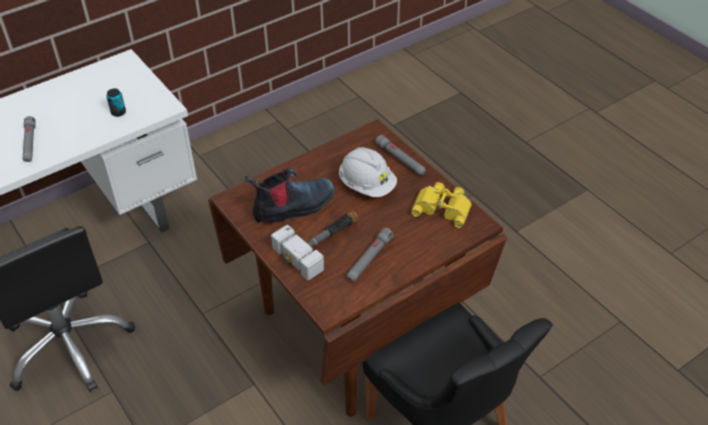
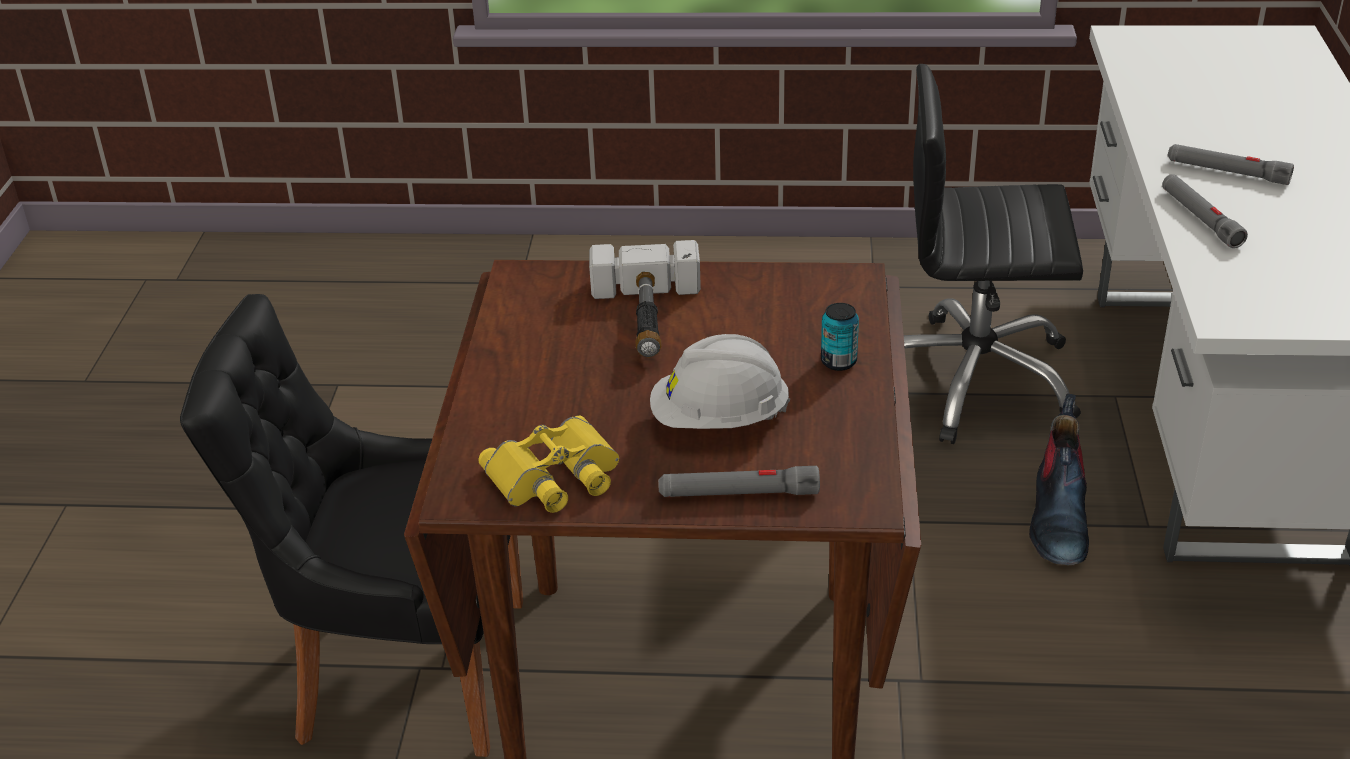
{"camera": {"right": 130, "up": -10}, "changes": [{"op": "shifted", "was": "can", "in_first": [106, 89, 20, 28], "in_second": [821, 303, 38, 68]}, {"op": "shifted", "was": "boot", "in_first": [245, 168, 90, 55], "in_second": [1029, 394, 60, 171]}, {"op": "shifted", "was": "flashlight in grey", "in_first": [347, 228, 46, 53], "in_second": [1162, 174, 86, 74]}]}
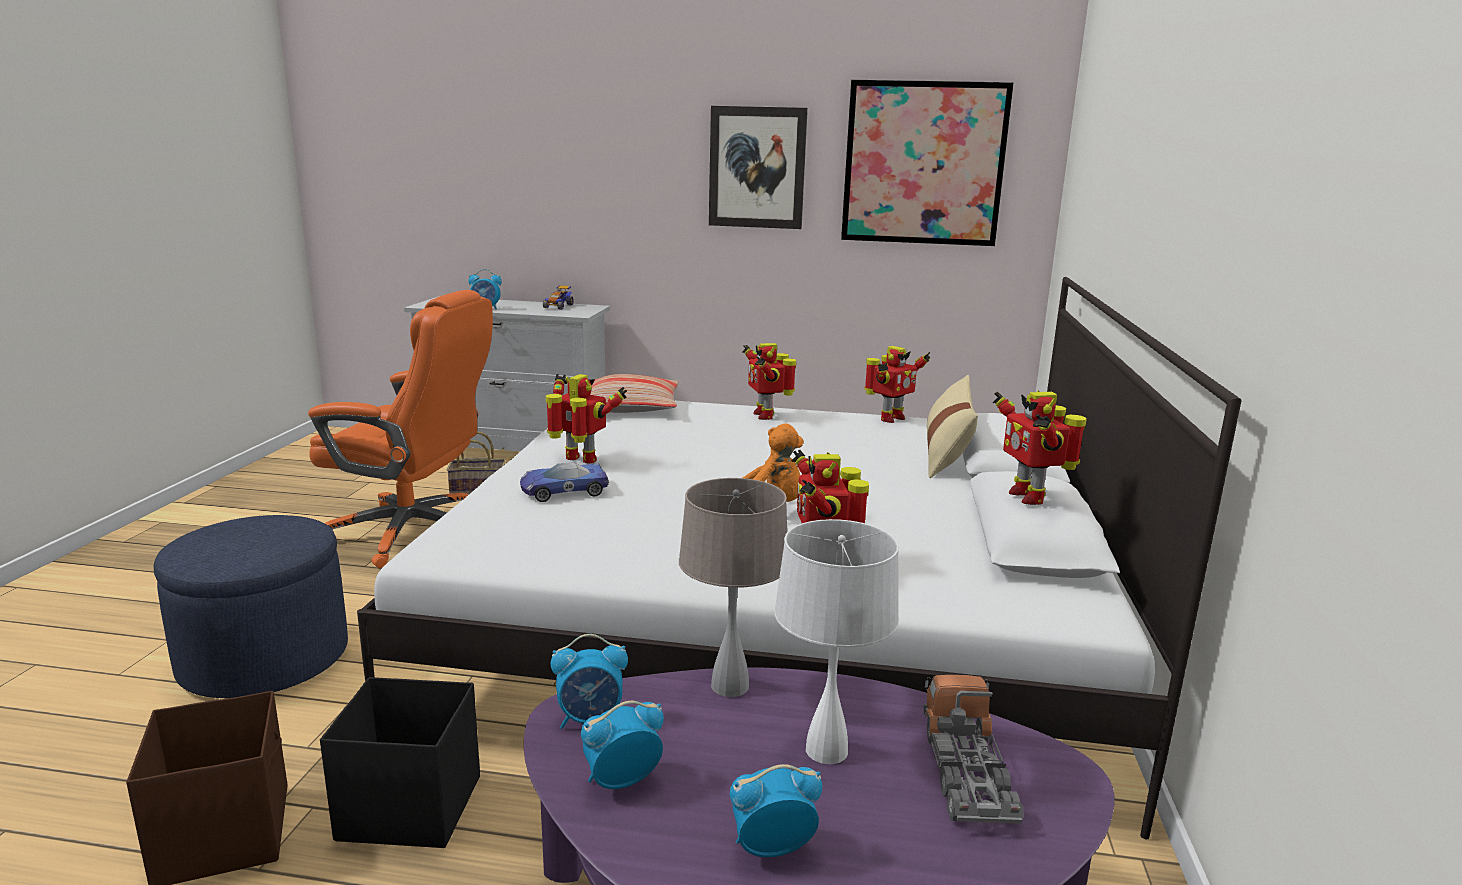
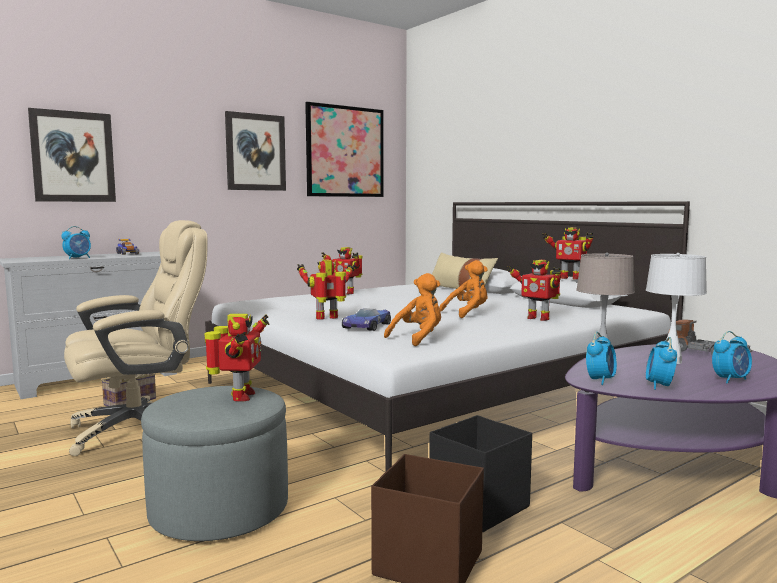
{"camera": {"right": -45, "up": -10}, "changes": [{"op": "repainted", "was": "office chair in orange", "now": "office chair in beige", "in_first": [308, 290, 185, 278], "in_second": [64, 220, 144, 236]}, {"op": "shifted", "was": "toy robot", "in_first": [864, 346, 66, 77], "in_second": [204, 313, 66, 89]}, {"op": "gone", "was": "pillow", "in_first": [590, 374, 89, 39]}, {"op": "repainted", "was": "ottoman in blue", "now": "ottoman in grey", "in_first": [154, 515, 194, 183], "in_second": [141, 386, 147, 155]}, {"op": "rotated", "was": "alarm clock", "in_first": [730, 764, 92, 93], "in_second": [712, 331, 40, 53], "clockwise": -150}, {"op": "new", "now": "picture", "in_second": [28, 108, 88, 94]}, {"op": "new", "now": "plush toy in orange", "in_second": [384, 273, 57, 73]}]}
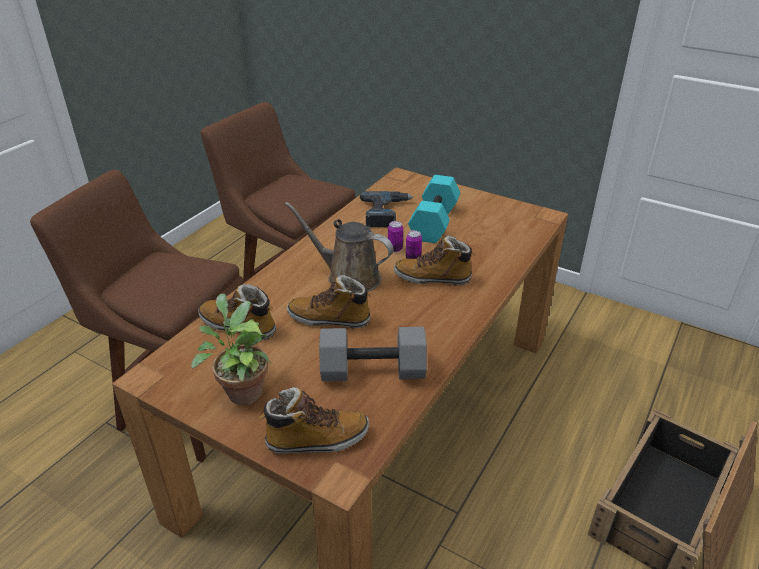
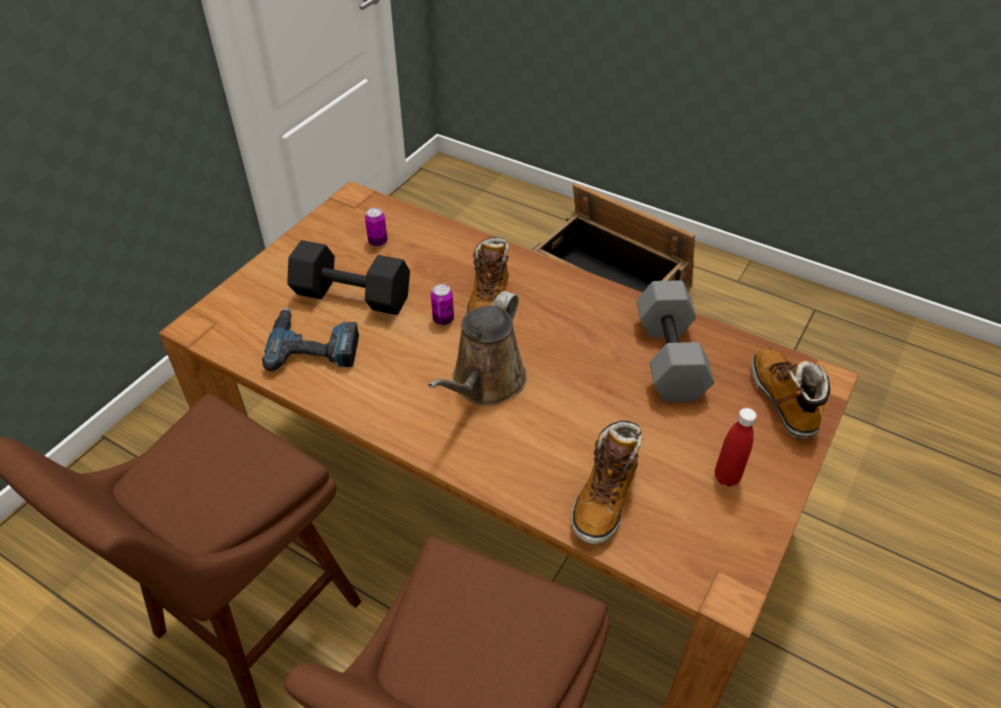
{"camera": {"right": -90, "up": 10}, "changes": [{"op": "repainted", "was": "dumbbell in turquoise", "now": "dumbbell in black", "in_first": [408, 175, 52, 68], "in_second": [287, 240, 123, 75]}, {"op": "shifted", "was": "can", "in_first": [388, 221, 15, 31], "in_second": [365, 208, 23, 39]}, {"op": "gone", "was": "boot", "in_first": [287, 275, 84, 53]}, {"op": "swapped", "was": "potted plant", "now": "bottle in red", "in_first": [191, 293, 80, 112], "in_second": [715, 408, 42, 79]}]}
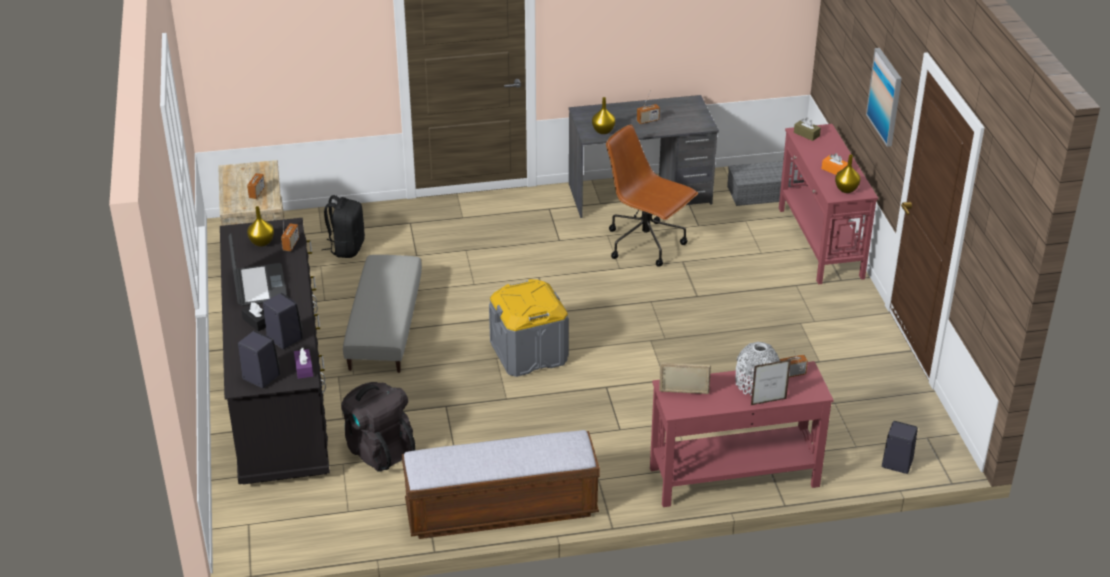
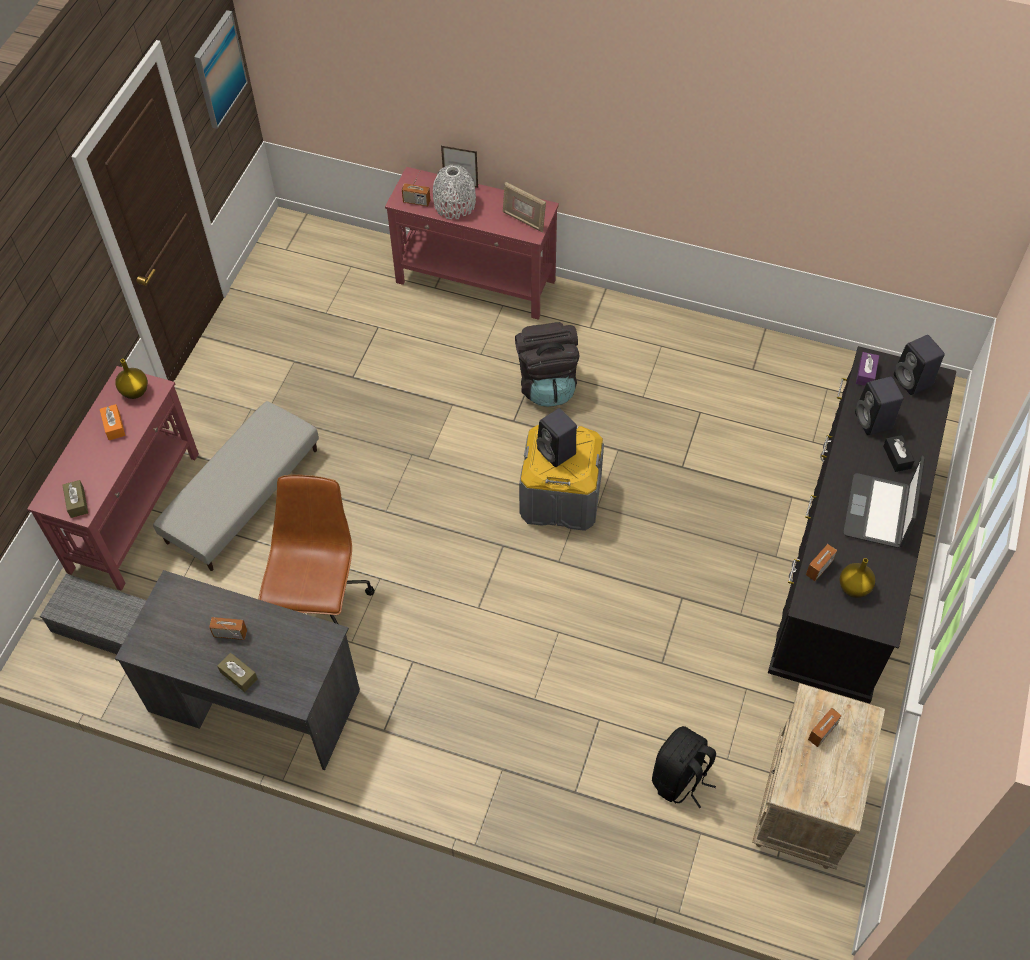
{"camera": {"right": -150, "up": 20}, "changes": [{"op": "shifted", "was": "picture", "in_first": [866, 48, 36, 99], "in_second": [194, 10, 54, 119]}, {"op": "gone", "was": "vase in yellow", "in_first": [592, 97, 23, 37]}, {"op": "rotated", "was": "office chair in brown", "in_first": [606, 124, 92, 143], "in_second": [258, 475, 117, 149], "clockwise": -150}, {"op": "shifted", "was": "ottoman in grey", "in_first": [343, 255, 79, 118], "in_second": [153, 401, 166, 170]}, {"op": "shifted", "was": "backpack in black", "in_first": [341, 382, 75, 90], "in_second": [515, 322, 64, 85]}, {"op": "shifted", "was": "speaker in black", "in_first": [882, 421, 36, 53], "in_second": [537, 408, 40, 59]}, {"op": "gone", "was": "bench", "in_first": [402, 430, 198, 109]}, {"op": "new", "now": "tissue box in brown", "in_second": [217, 653, 41, 39]}]}
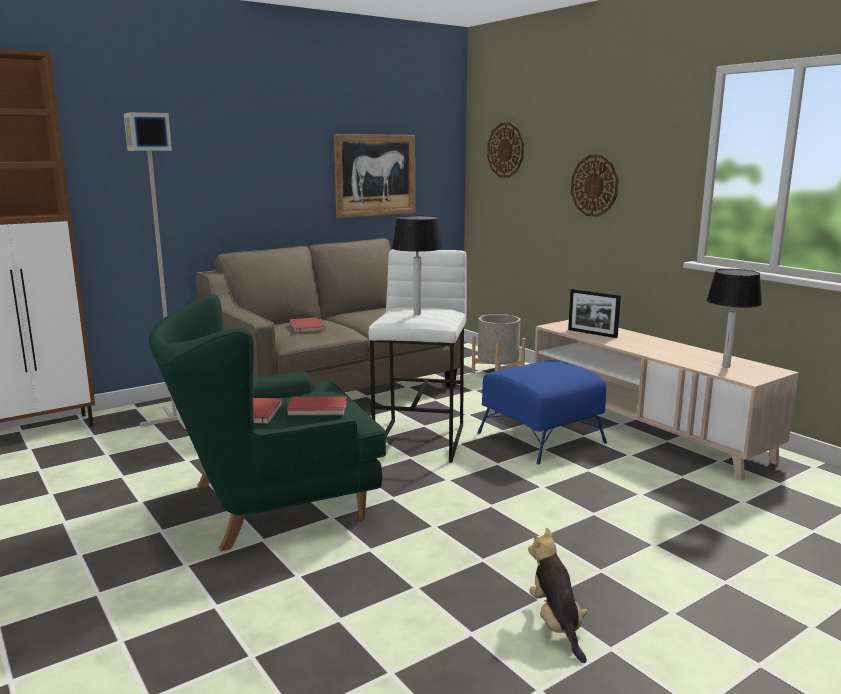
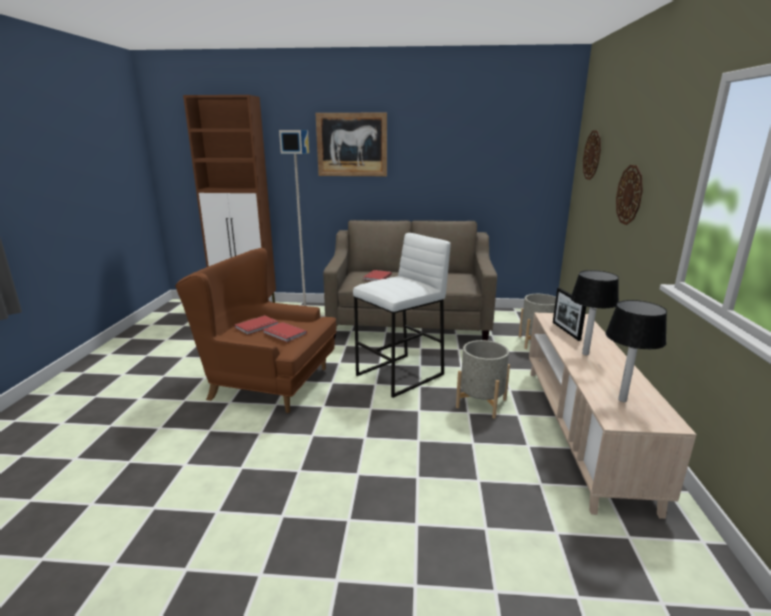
{"camera": {"right": 40, "up": 5}, "changes": [{"op": "shifted", "was": "picture", "in_first": [334, 134, 81, 84], "in_second": [316, 113, 71, 63]}, {"op": "shifted", "was": "table lamp", "in_first": [392, 216, 51, 99], "in_second": [570, 270, 49, 85]}, {"op": "repainted", "was": "armchair in green", "now": "armchair in brown", "in_first": [148, 294, 238, 257], "in_second": [175, 248, 162, 165]}, {"op": "swapped", "was": "ottoman in blue", "now": "planter in grey", "in_first": [477, 360, 130, 105], "in_second": [456, 340, 54, 79]}, {"op": "gone", "was": "plush toy", "in_first": [528, 528, 60, 135]}]}
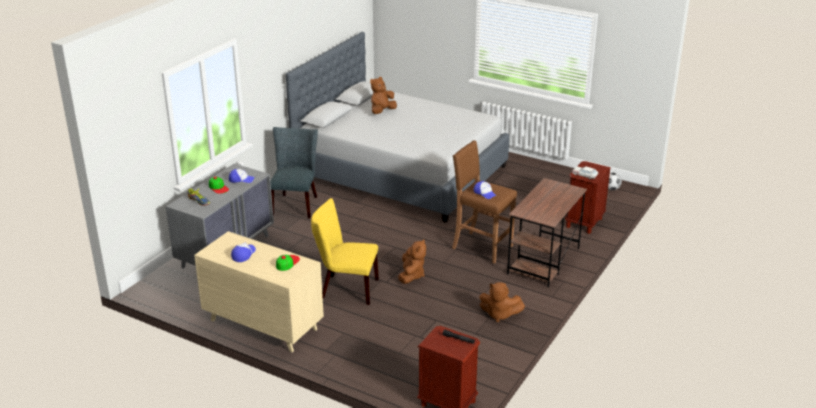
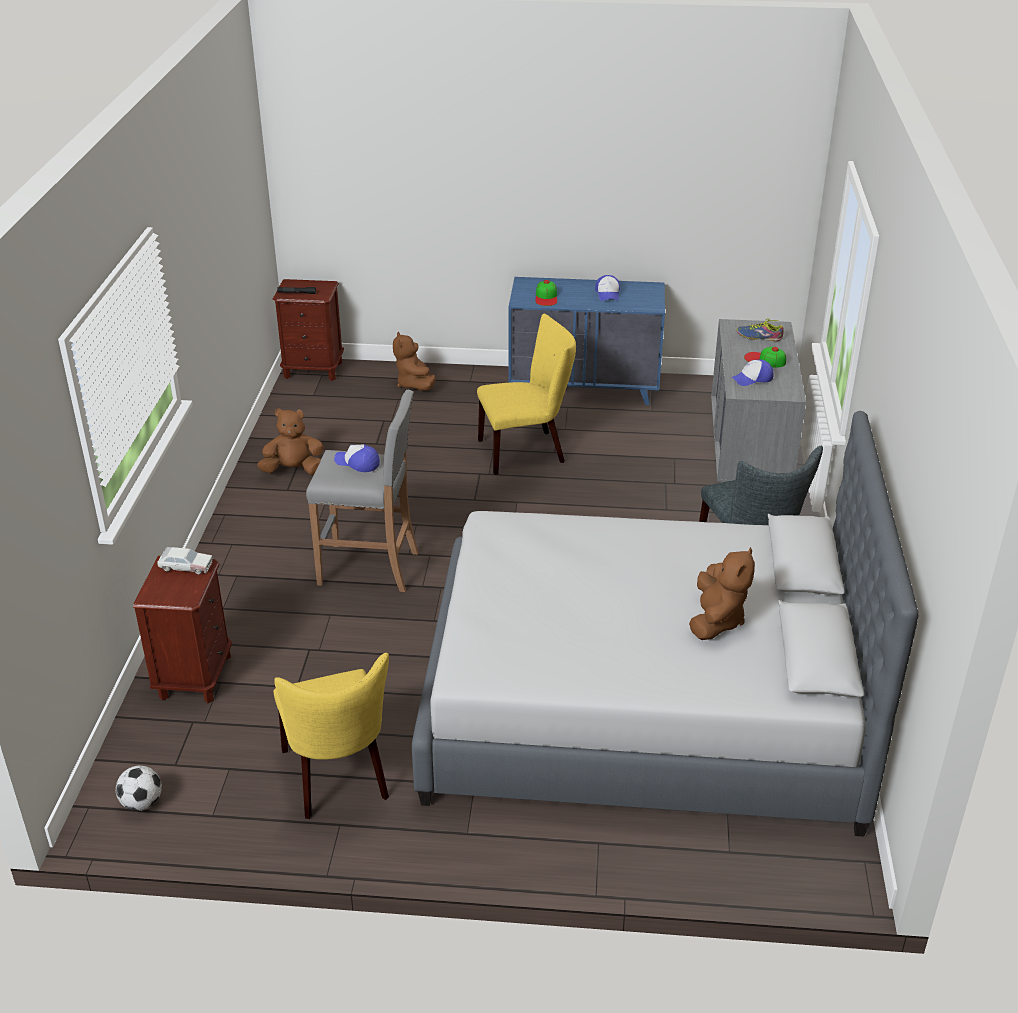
{"camera": {"right": 155, "up": 5}, "changes": [{"op": "repainted", "was": "stool in brown", "now": "stool in grey", "in_first": [452, 140, 65, 124], "in_second": [306, 390, 112, 202]}, {"op": "gone", "was": "desk in brown", "in_first": [507, 178, 80, 109]}, {"op": "repainted", "was": "dresser in beige", "now": "dresser in blue", "in_first": [194, 231, 130, 122], "in_second": [508, 277, 157, 128]}, {"op": "shifted", "was": "plush toy in brown", "in_first": [398, 239, 28, 45], "in_second": [393, 331, 43, 60]}, {"op": "new", "now": "chair in yellow", "in_second": [273, 653, 116, 166]}]}
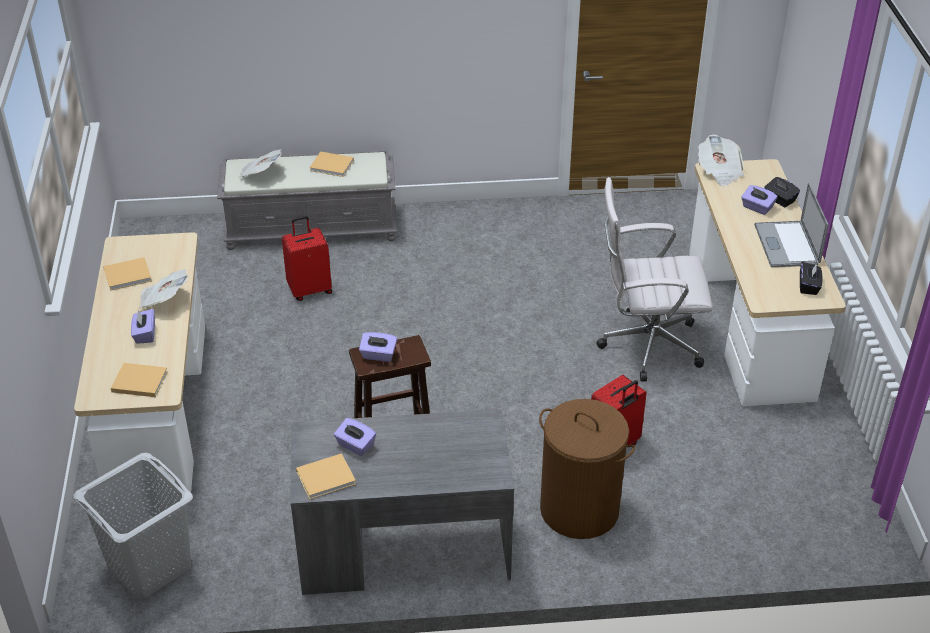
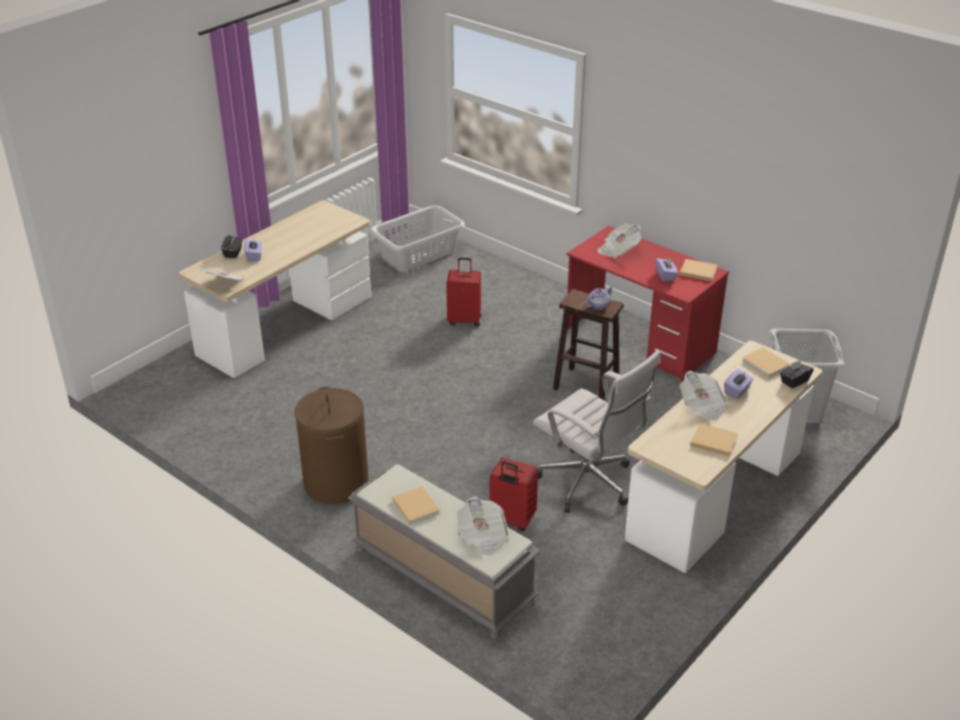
{"camera": {"right": -135, "up": -5}, "changes": [{"op": "shifted", "was": "office chair in white", "in_first": [597, 177, 116, 205], "in_second": [533, 350, 127, 163]}, {"op": "gone", "was": "laptop", "in_first": [754, 183, 75, 84]}, {"op": "shifted", "was": "tissue box in black", "in_first": [800, 262, 22, 33], "in_second": [780, 360, 34, 29]}, {"op": "swapped", "was": "tissue box in purple", "now": "teapot", "in_first": [359, 332, 38, 30], "in_second": [586, 287, 27, 23]}, {"op": "shifted", "was": "laundry basket in brown", "in_first": [539, 399, 96, 140], "in_second": [295, 387, 74, 118]}, {"op": "repainted", "was": "desk in grey", "now": "desk in red", "in_first": [290, 409, 224, 186], "in_second": [567, 226, 162, 156]}, {"op": "new", "now": "laundry basket in grey", "in_second": [370, 205, 95, 66]}, {"op": "new", "now": "newspaper", "in_second": [598, 223, 44, 35]}]}
